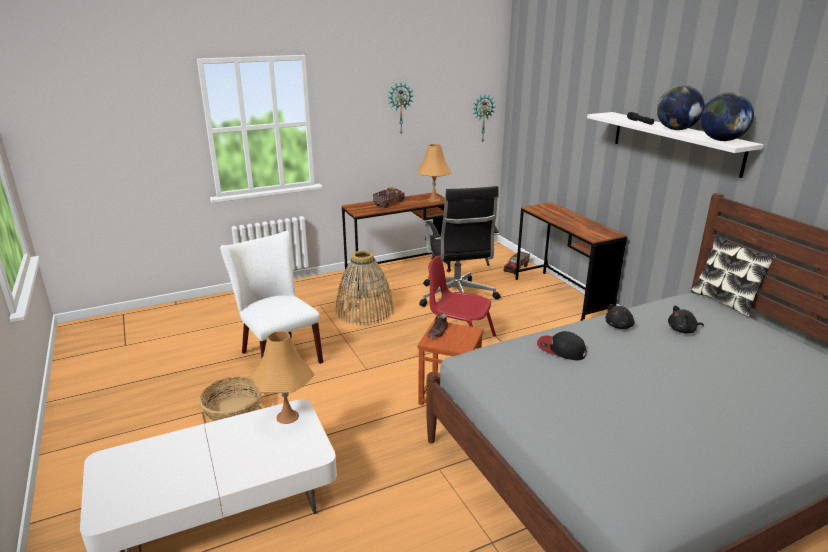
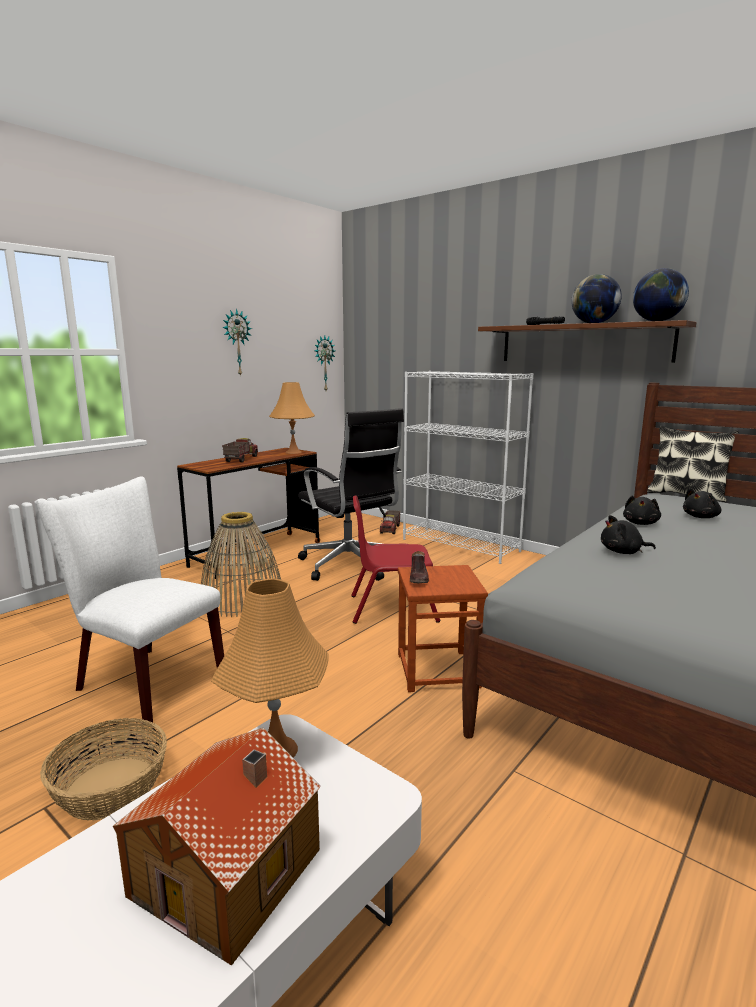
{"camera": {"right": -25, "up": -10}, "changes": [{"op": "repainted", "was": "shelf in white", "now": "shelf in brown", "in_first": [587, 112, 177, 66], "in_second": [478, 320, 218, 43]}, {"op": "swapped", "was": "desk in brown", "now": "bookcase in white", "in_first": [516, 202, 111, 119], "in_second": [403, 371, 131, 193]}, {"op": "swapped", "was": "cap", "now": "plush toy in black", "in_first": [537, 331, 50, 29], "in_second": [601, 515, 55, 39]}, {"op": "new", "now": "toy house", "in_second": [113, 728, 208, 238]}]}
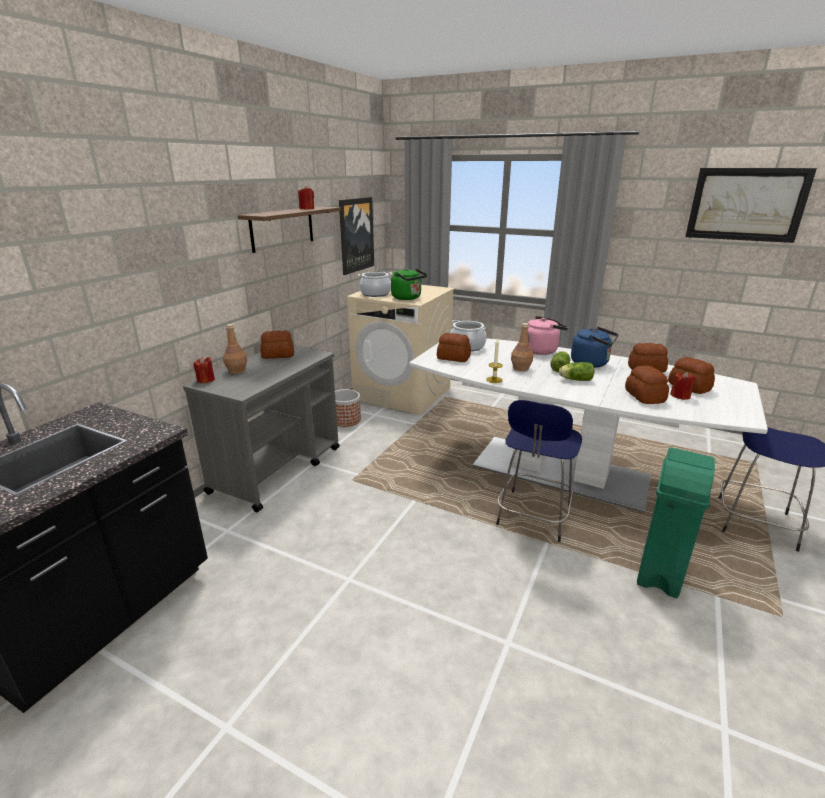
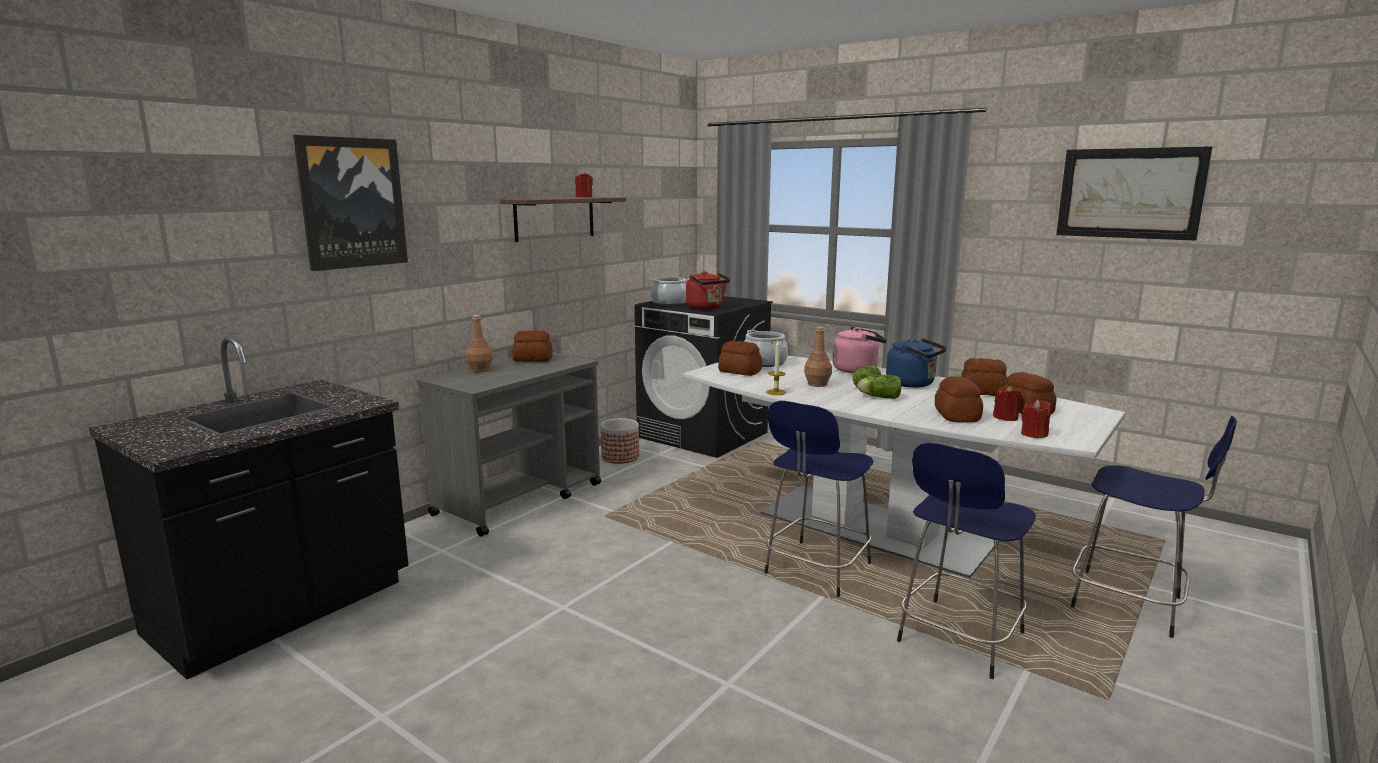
{"camera": {"right": 10, "up": -10}, "changes": [{"op": "shifted", "was": "picture", "in_first": [339, 197, 35, 78], "in_second": [293, 135, 115, 136]}, {"op": "repainted", "was": "kettle in green", "now": "kettle in red", "in_first": [391, 268, 36, 32], "in_second": [686, 271, 44, 39]}, {"op": "repainted", "was": "washing machine in beige", "now": "washing machine in black", "in_first": [347, 285, 107, 130], "in_second": [634, 296, 139, 162]}, {"op": "shifted", "was": "candle in red", "in_first": [194, 357, 21, 27], "in_second": [1021, 400, 30, 38]}, {"op": "swapped", "was": "trash can in green", "now": "stool in blue", "in_first": [637, 447, 78, 151], "in_second": [897, 443, 139, 236]}]}
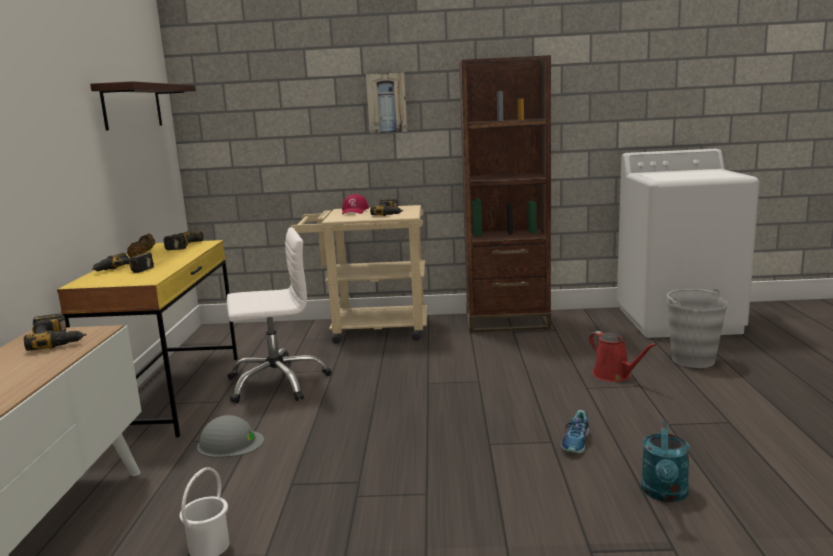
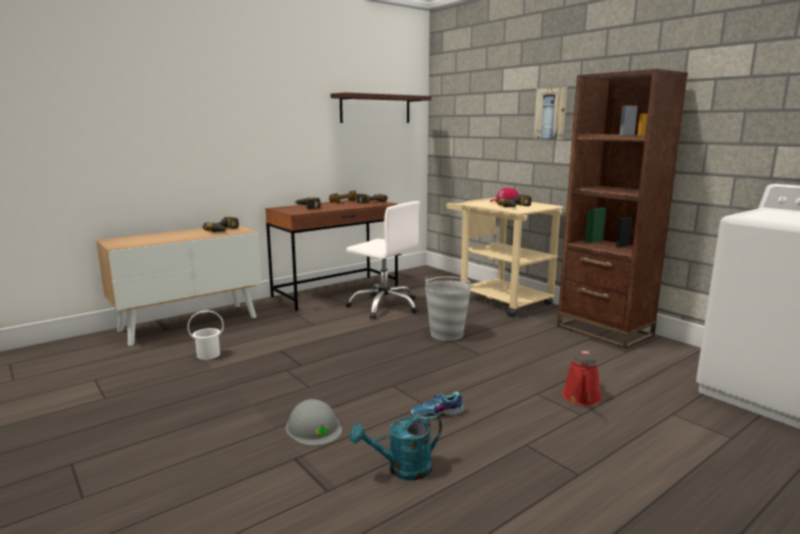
{"camera": {"right": 50, "up": 0}, "changes": [{"op": "repainted", "was": "desk in yellow", "now": "desk in brown", "in_first": [57, 240, 181, 198], "in_second": [265, 199, 133, 112]}, {"op": "shifted", "was": "bucket in grey", "in_first": [667, 288, 61, 80], "in_second": [425, 276, 48, 65]}, {"op": "shifted", "was": "hard hat in grey", "in_first": [197, 415, 67, 43], "in_second": [286, 399, 56, 47]}]}
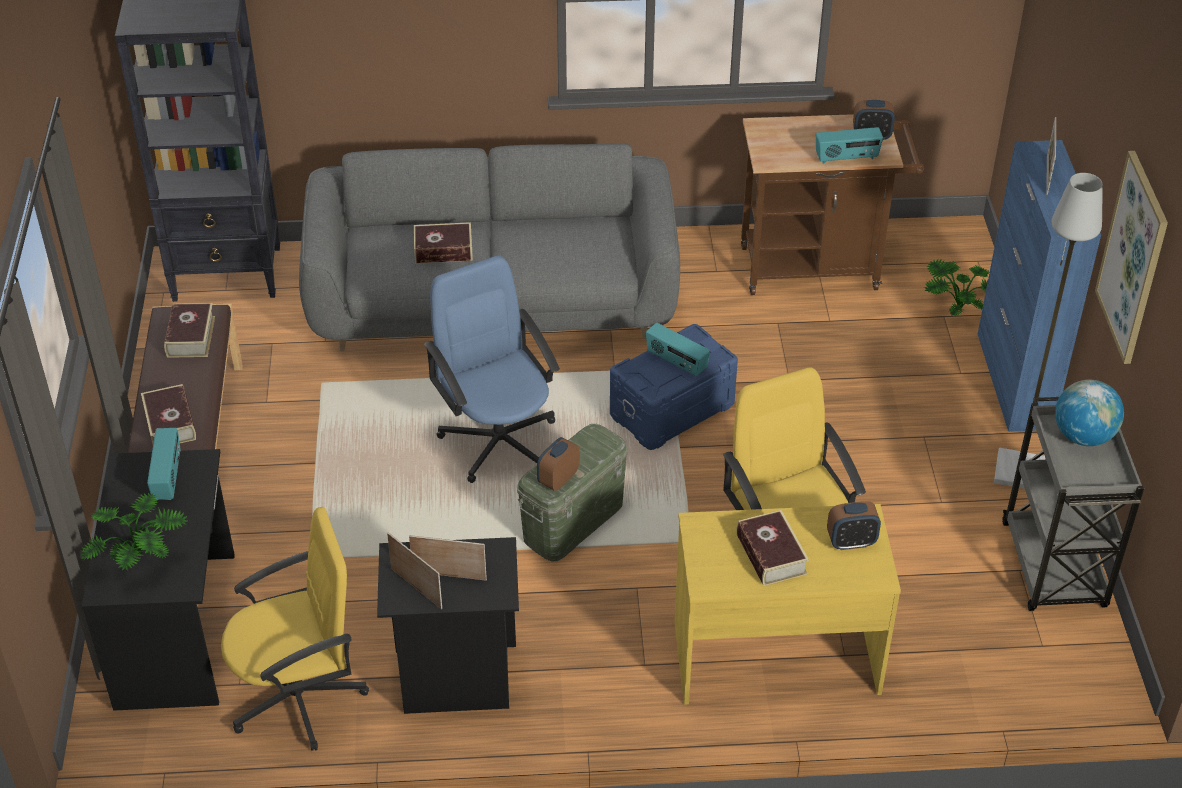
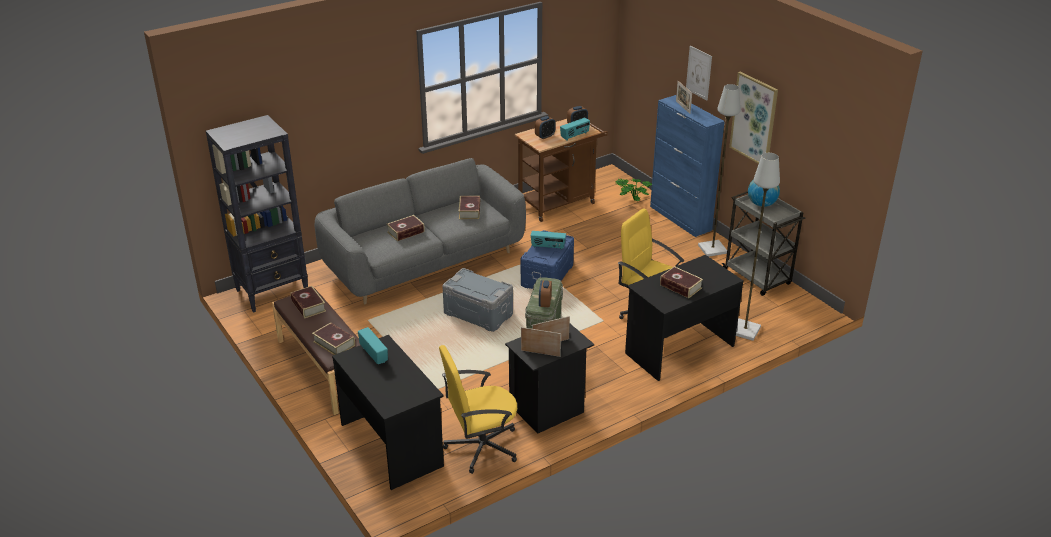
{"camera": {"right": -30, "up": -10}, "changes": [{"op": "swapped", "was": "office chair in blue", "now": "storage box in grey", "in_first": [424, 256, 136, 227], "in_second": [442, 268, 71, 64]}, {"op": "gone", "was": "potted plant", "in_first": [80, 492, 107, 79]}, {"op": "shifted", "was": "alarm clock", "in_first": [827, 501, 54, 49], "in_second": [535, 116, 21, 23]}, {"op": "repainted", "was": "desk in yellow", "now": "desk in black", "in_first": [674, 504, 227, 201], "in_second": [625, 255, 119, 126]}, {"op": "rotated", "was": "office chair in yellow", "in_first": [221, 507, 148, 244], "in_second": [439, 345, 78, 129], "clockwise": -150}, {"op": "new", "now": "picture", "in_second": [686, 46, 26, 54]}, {"op": "new", "now": "floor lamp in grey", "in_second": [736, 153, 44, 188]}, {"op": "new", "now": "book", "in_second": [459, 196, 21, 23]}]}
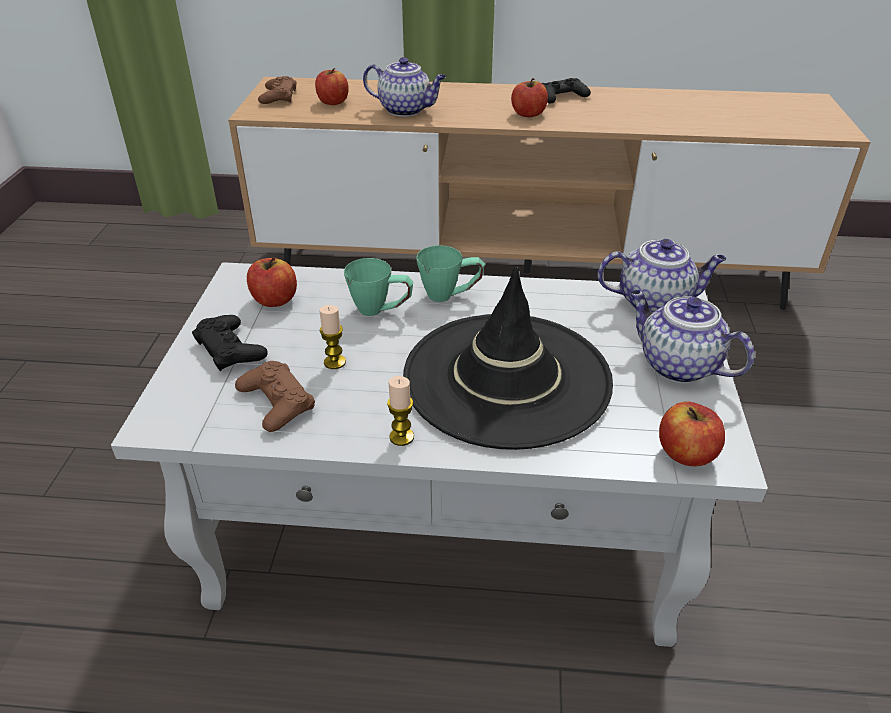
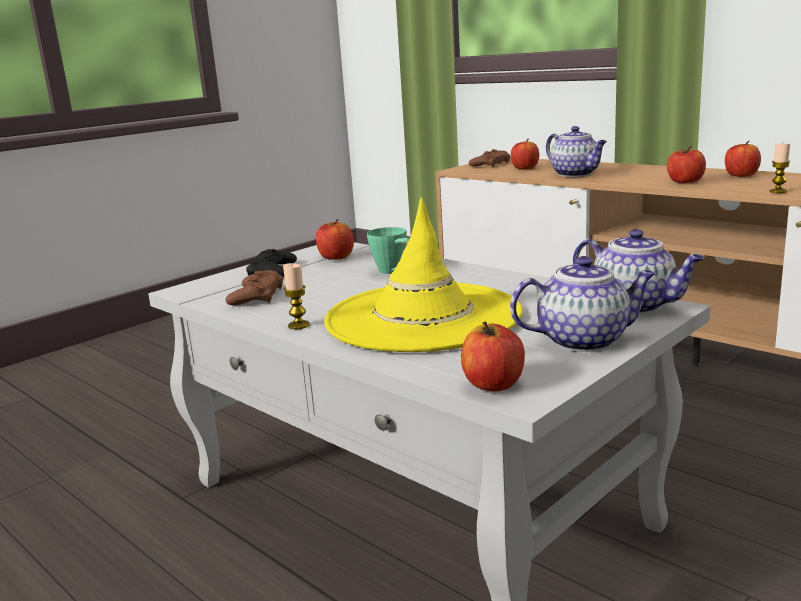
{"camera": {"right": 40, "up": -20}, "changes": [{"op": "swapped", "was": "game controller in black", "now": "apple", "in_first": [542, 78, 49, 26], "in_second": [725, 141, 36, 36]}, {"op": "gone", "was": "mug in green", "in_first": [416, 245, 69, 57]}, {"op": "repainted", "was": "hat in black", "now": "hat in yellow", "in_first": [403, 266, 210, 184], "in_second": [324, 197, 198, 155]}, {"op": "rotated", "was": "teapot", "in_first": [629, 290, 126, 94], "in_second": [510, 256, 146, 96], "clockwise": 90}, {"op": "shifted", "was": "candle", "in_first": [319, 305, 27, 64], "in_second": [769, 143, 21, 50]}]}
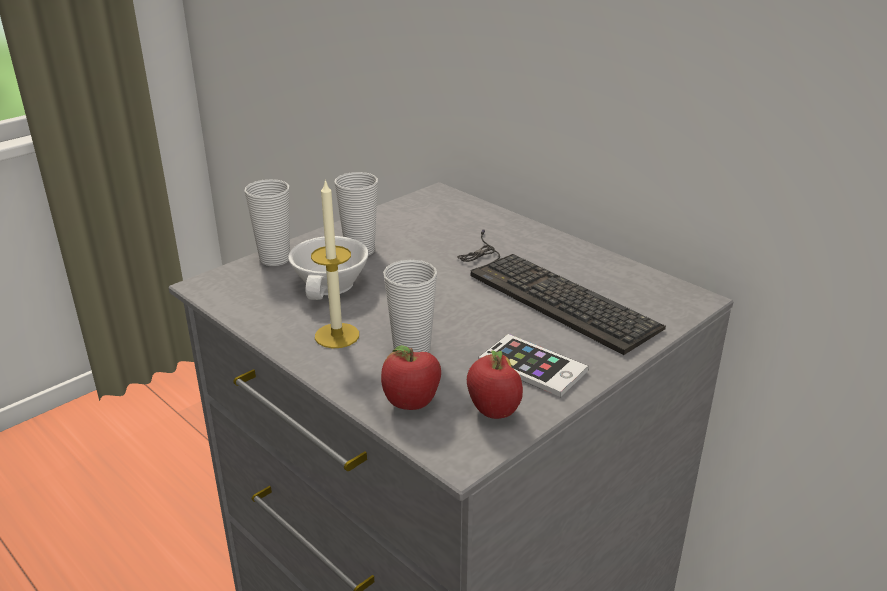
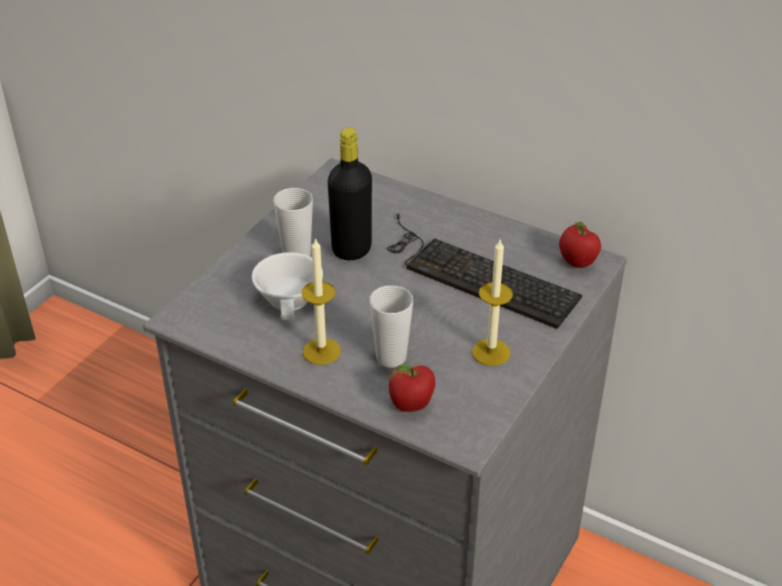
{"camera": {"right": -15, "up": 10}, "changes": [{"op": "gone", "was": "cup", "in_first": [245, 179, 45, 87]}, {"op": "swapped", "was": "phone", "now": "candle", "in_first": [479, 334, 110, 63], "in_second": [472, 240, 41, 126]}, {"op": "shifted", "was": "apple", "in_first": [467, 350, 56, 69], "in_second": [559, 222, 42, 46]}, {"op": "new", "now": "bottle in black", "in_second": [328, 128, 44, 132]}]}
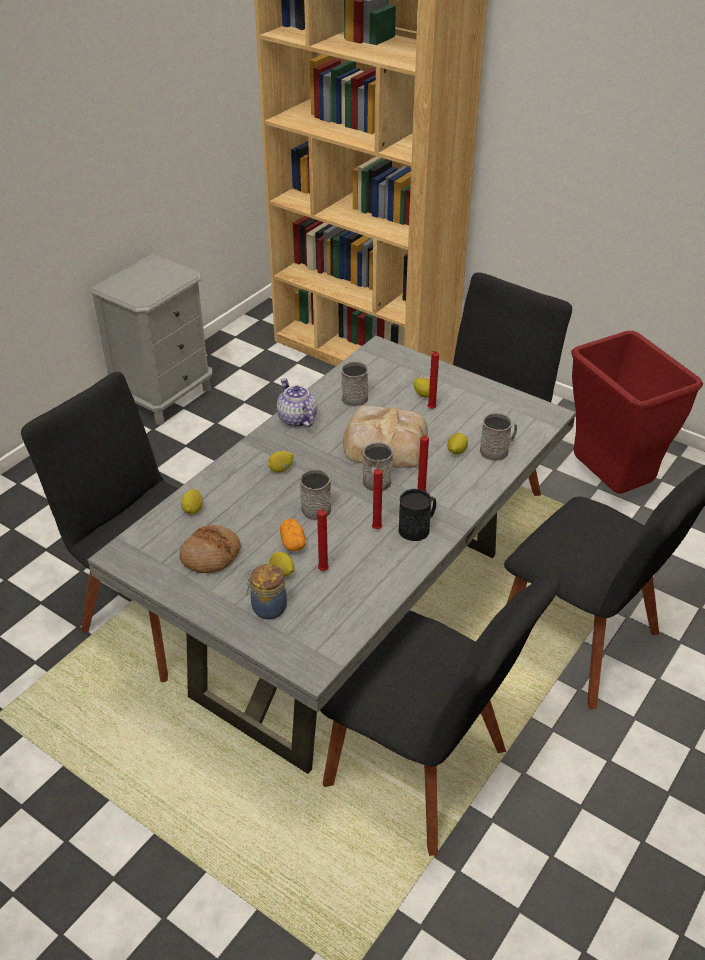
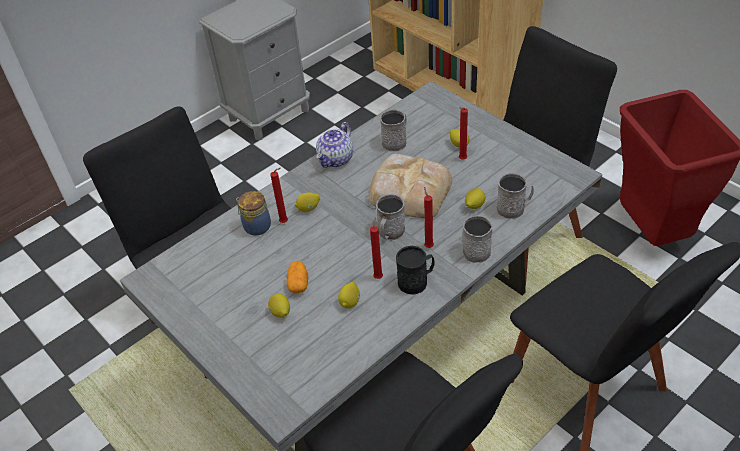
{"camera": {"right": 15, "up": 5}, "changes": [{"op": "rotated", "was": "teapot", "in_first": [277, 378, 40, 49], "in_second": [316, 122, 37, 45], "clockwise": -135}, {"op": "shifted", "was": "mug in grey", "in_first": [300, 469, 31, 51], "in_second": [463, 215, 30, 48]}, {"op": "shifted", "was": "lemon", "in_first": [181, 489, 22, 26], "in_second": [338, 282, 22, 26]}, {"op": "shifted", "was": "candle in red", "in_first": [317, 504, 14, 67], "in_second": [270, 168, 18, 55]}, {"op": "gone", "was": "bread", "in_first": [179, 525, 62, 48]}, {"op": "shifted", "was": "jar", "in_first": [246, 564, 41, 55], "in_second": [236, 191, 35, 45]}]}
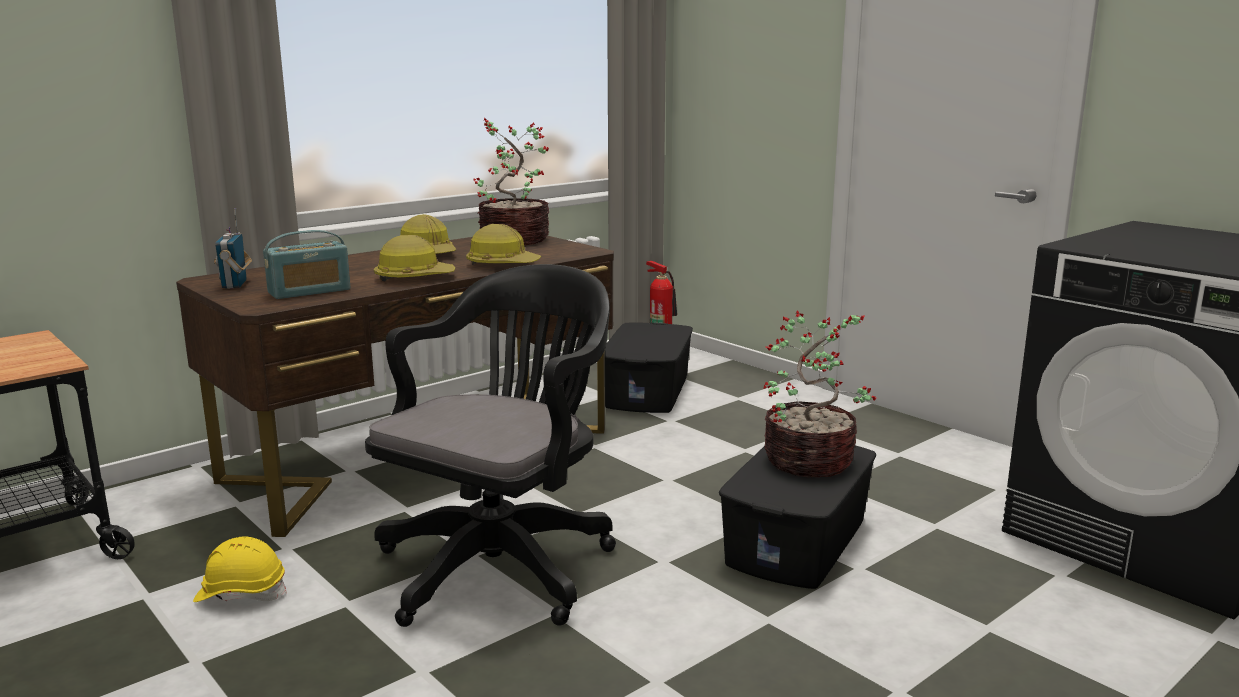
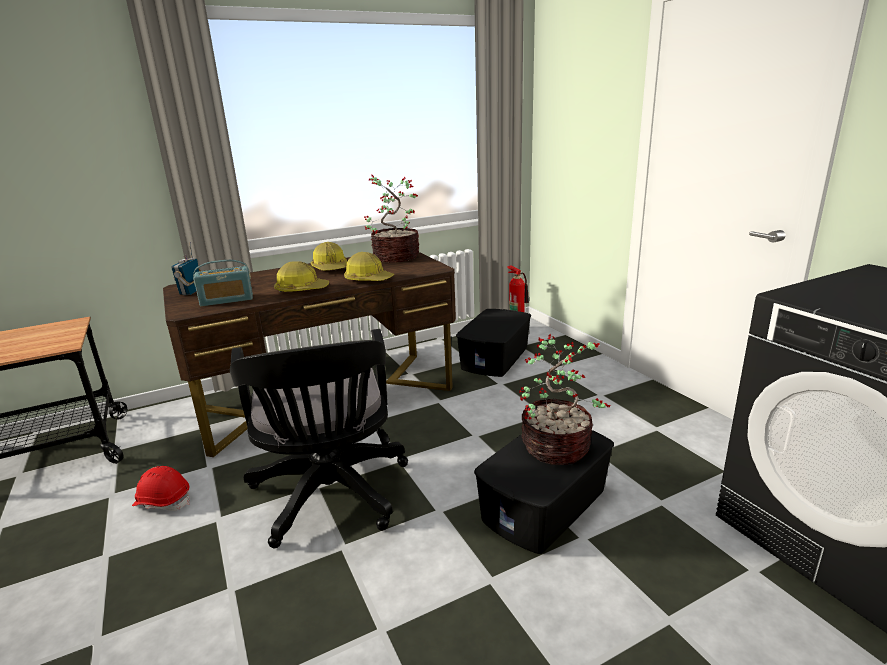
{"camera": {"right": 15, "up": 5}, "changes": [{"op": "rotated", "was": "office chair in black", "in_first": [365, 264, 251, 363], "in_second": [230, 329, 178, 219], "clockwise": 120}, {"op": "repainted", "was": "hard hat in yellow", "now": "hard hat in red", "in_first": [193, 536, 94, 66], "in_second": [132, 466, 58, 45]}]}
